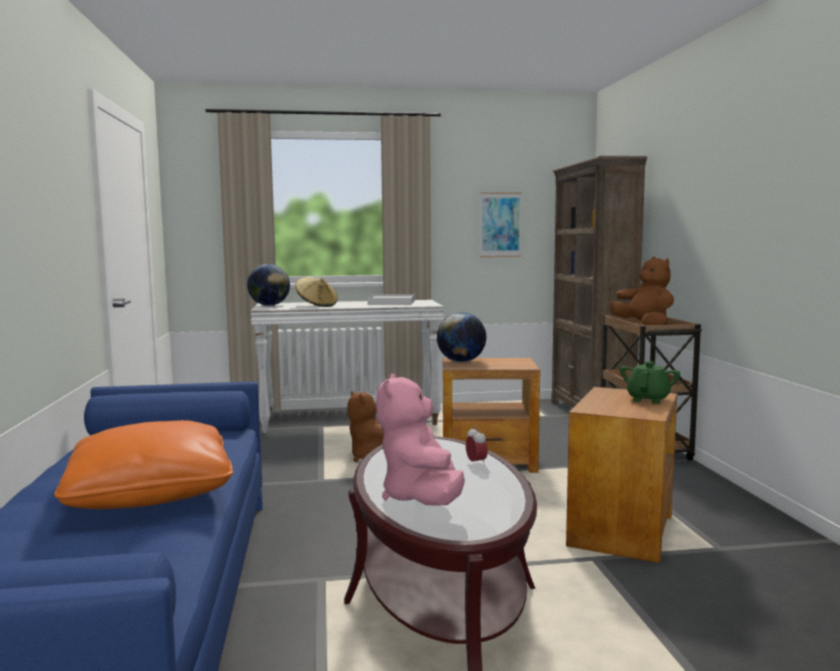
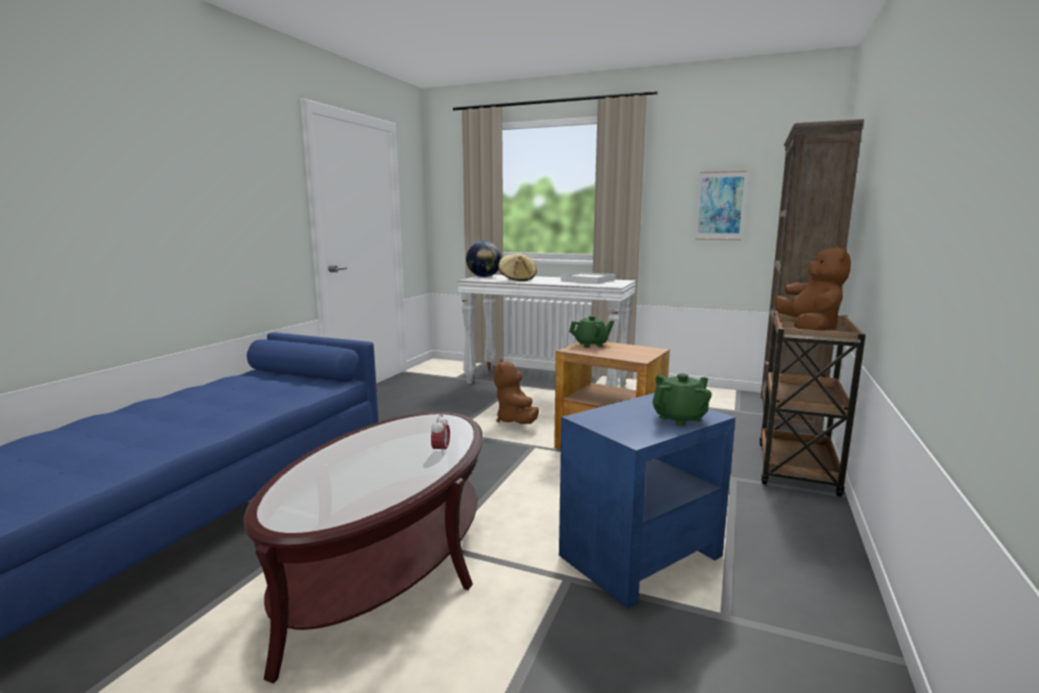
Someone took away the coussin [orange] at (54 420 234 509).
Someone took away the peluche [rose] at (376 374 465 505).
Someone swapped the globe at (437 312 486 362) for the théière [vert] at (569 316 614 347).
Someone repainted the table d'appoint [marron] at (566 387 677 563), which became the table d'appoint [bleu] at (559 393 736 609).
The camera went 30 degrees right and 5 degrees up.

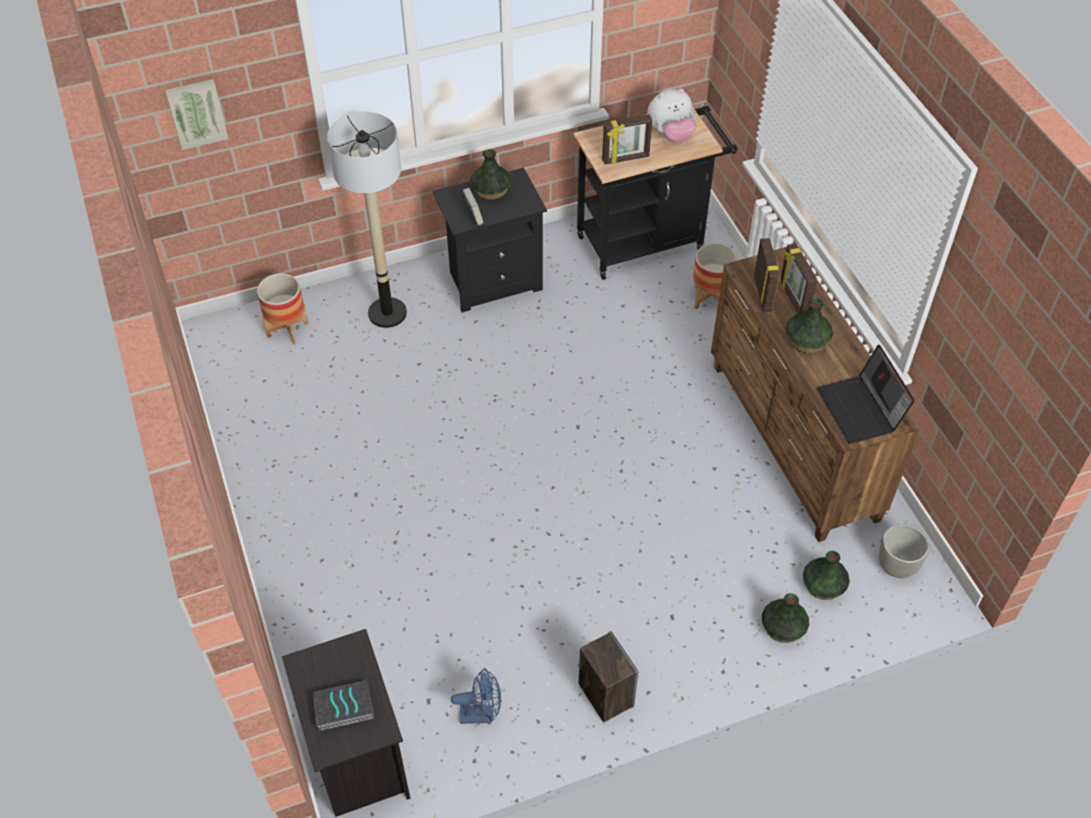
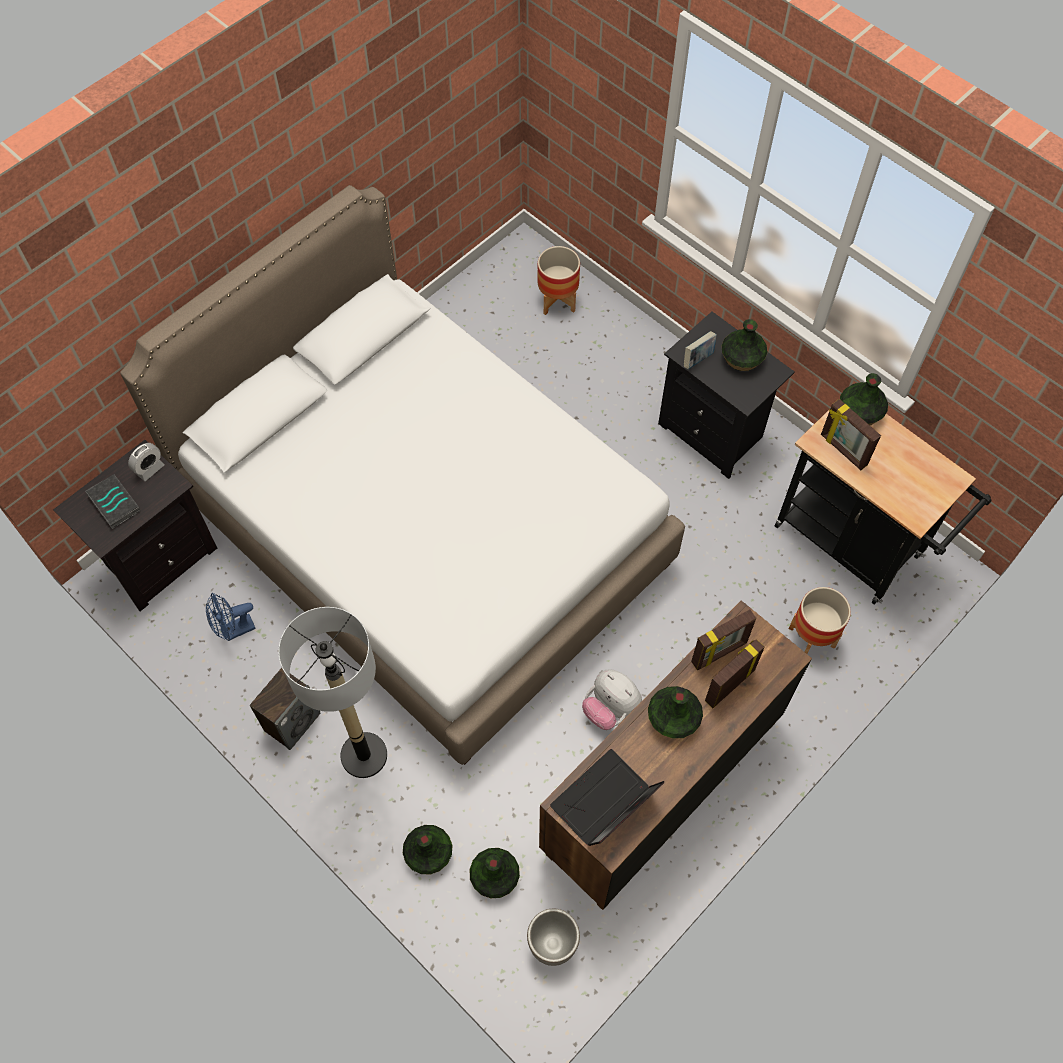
Someone took away the tableau at (165 79 228 150).
Someone put down the lit [blanc] at (120 185 685 765).
Someone put down the réveil at (128 443 164 481).
Someone put down the vase at (840 373 888 426).
Someone carried the lampadaire from (327 112 407 328) to (278 607 387 778).
Someone carried the peluche from (647 89 696 143) to (582 669 642 730).
Someone rotated the ventilateur [bleu] at (451 668 501 724) by 90 degrees clockwise.
The camera went 65 degrees right and 10 degrees up.

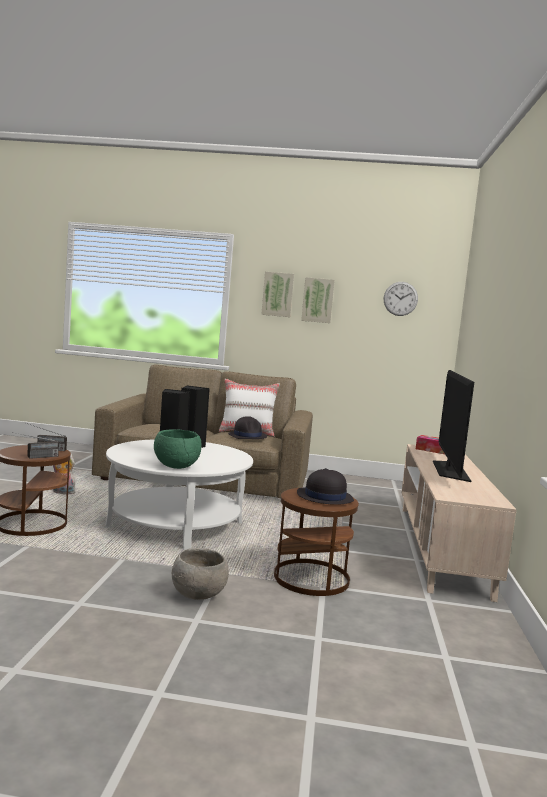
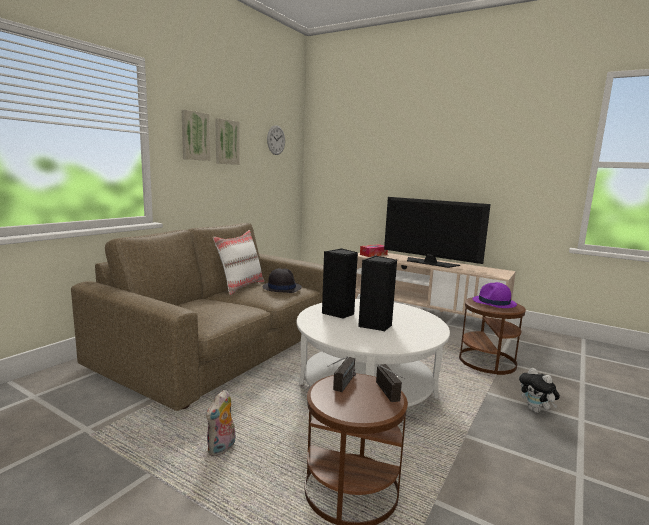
Someone took away the bol [vert] at (154 429 202 469).
Someone swapped the bol [gris] at (172 548 229 600) for the peluche at (519 368 560 413).
Someone repainted the chapeau [noir] at (297 468 354 505), which became the chapeau [violet] at (473 282 517 308).
The camera went 65 degrees left and 5 degrees up.

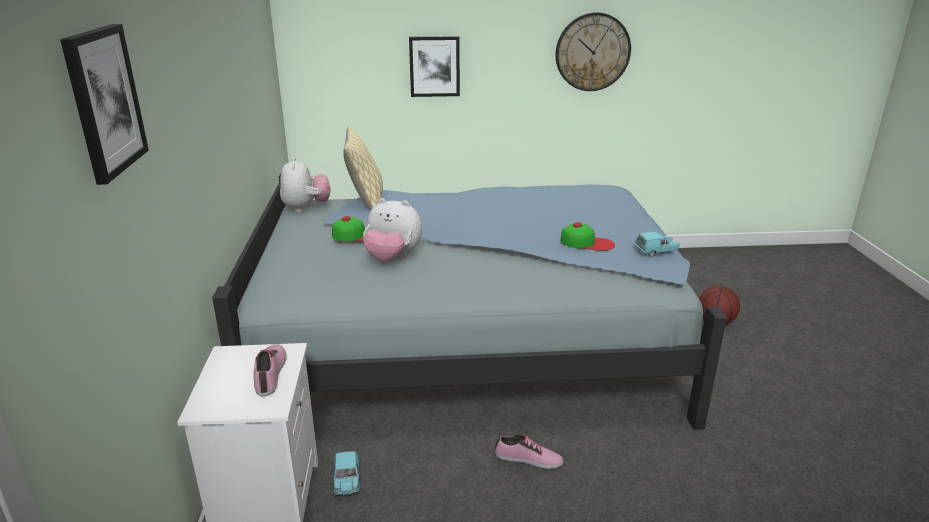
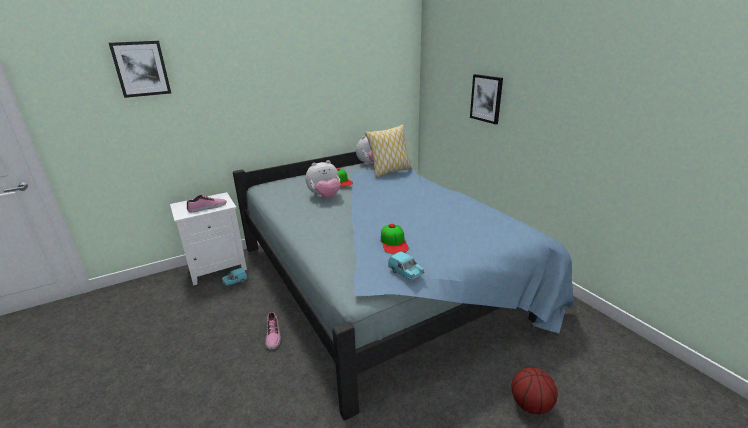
Someone took away the horloge murale at (555 12 631 91).
Someone rotated the peluche at (363 198 422 261) by 105 degrees counterclockwise.
The camera went 65 degrees right and 0 degrees up.

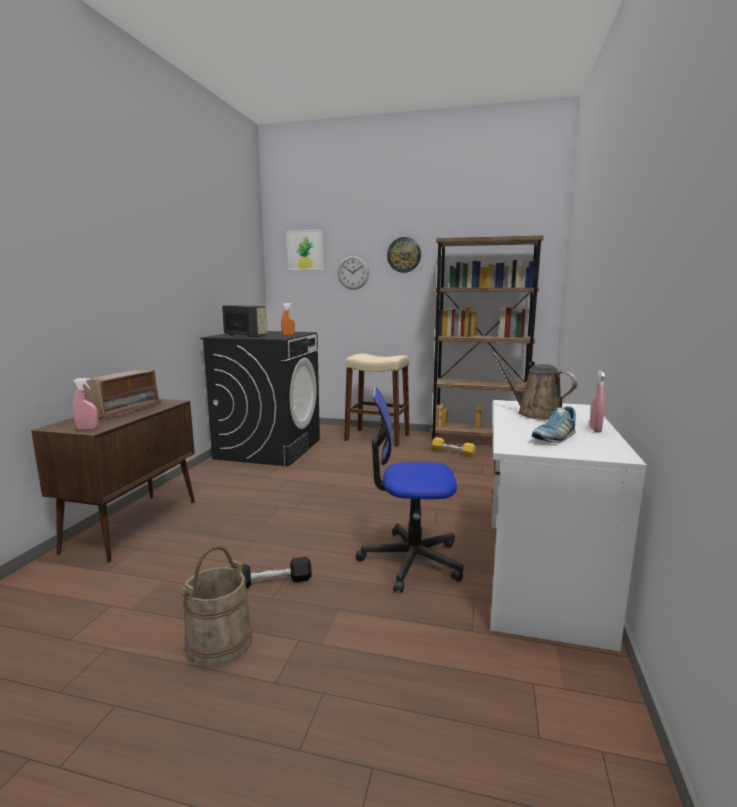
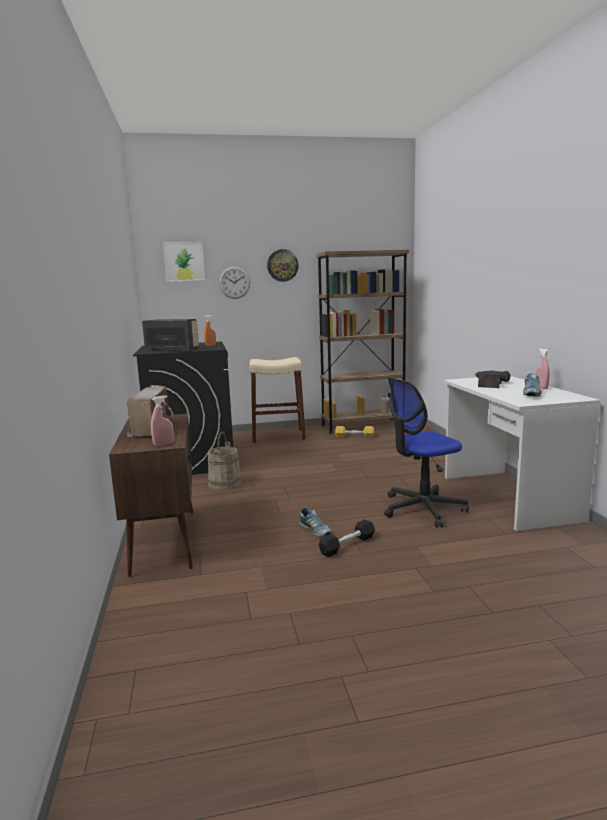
Someone put down the chaussure at (299 507 331 536).
Someone carried the seau [beige] from (182 546 253 667) to (208 432 241 490).
Someone swapped the arrosoir [marron] at (492 352 578 420) for the perceuse at (474 370 510 388).
The camera went 25 degrees left and 0 degrees up.

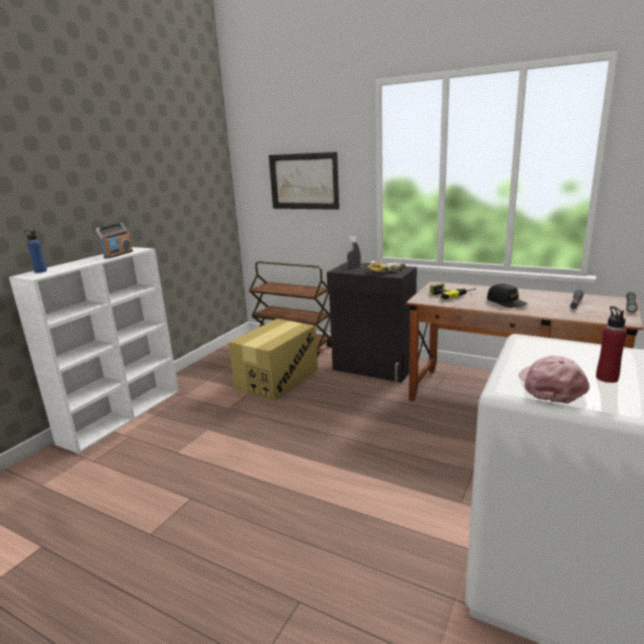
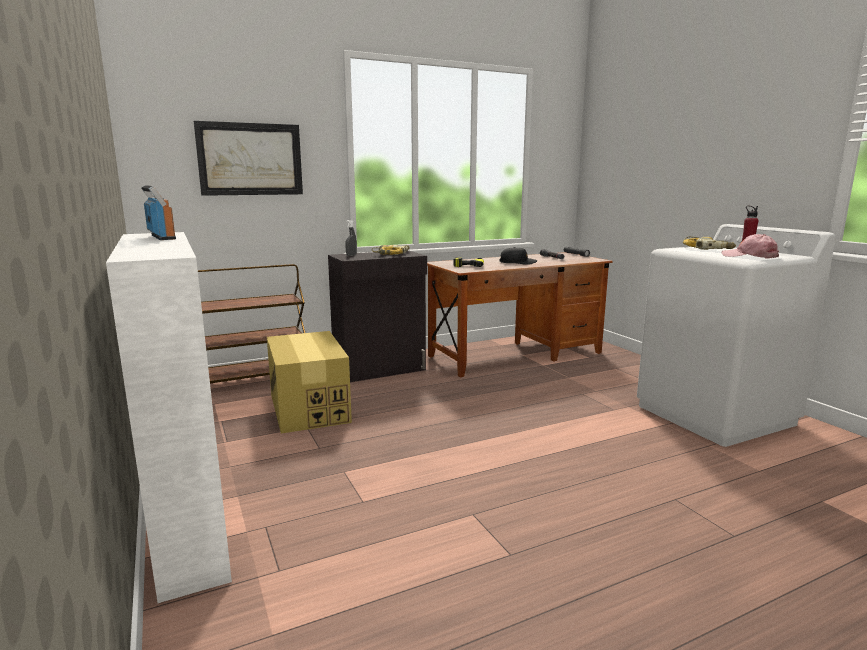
Someone took away the bouteille [bleu] at (24 229 47 273).
Someone put down the perceuse at (683 236 736 250).
The camera went 55 degrees left and 5 degrees down.

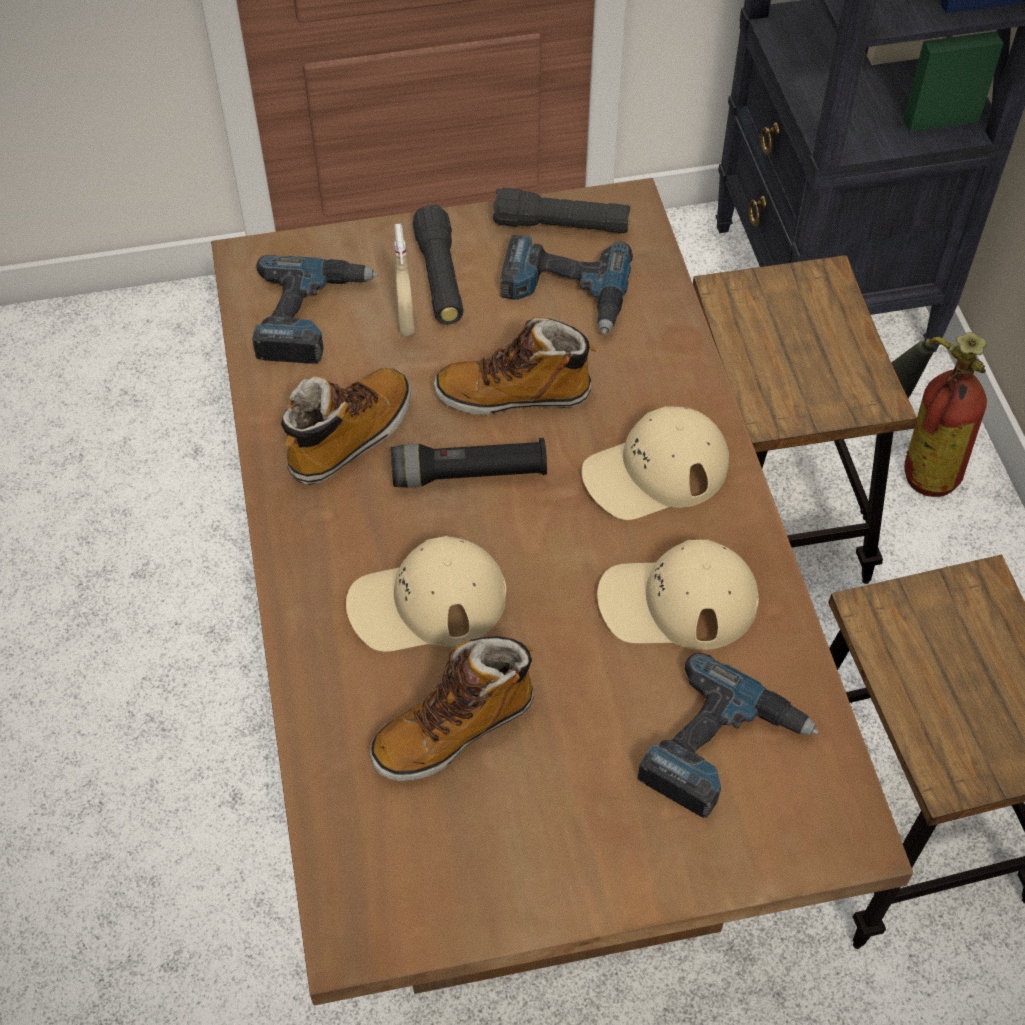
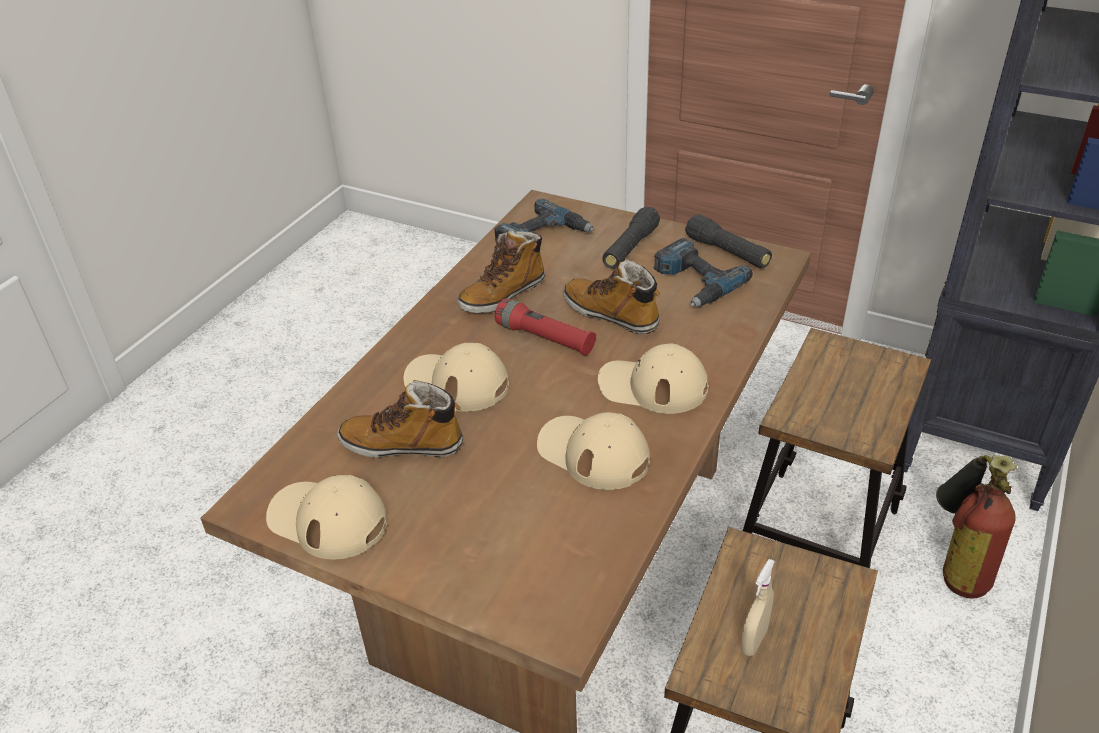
Someone took away the perceuse at (638 653 819 818).
Someone put down the casquette [beige] at (266 475 387 559).
Someone carried the vaporisateur [beige] from (394 224 415 336) to (741 559 775 656).
Someone repainted the lampe de poche [noir] at (391 438 547 488), which became the lampe de poche [rouge] at (495 298 596 356).
Someone rotated the botte at (281 368 411 485) by 150 degrees clockwise.
The camera went 40 degrees right and 15 degrees down.

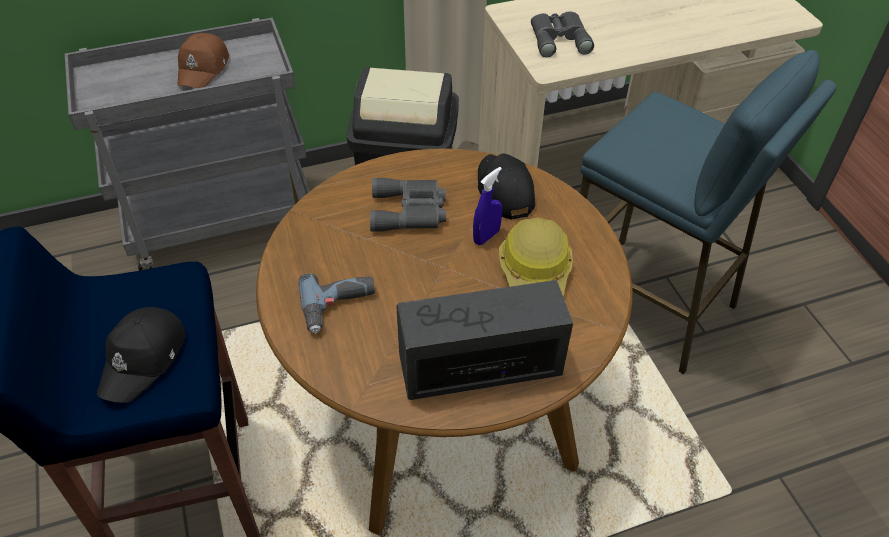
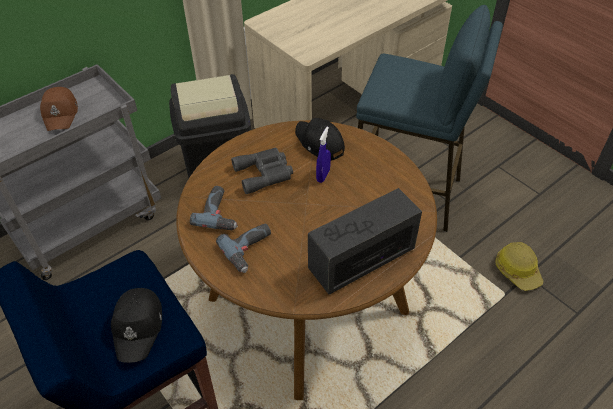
Someone took away the jumelles [gris] at (531 12 594 57).
Someone put down the perceuse at (190 186 238 230).
Someone carried the casque de chantier from (499 217 572 297) to (495 242 543 291).
The camera went 20 degrees left and 0 degrees up.

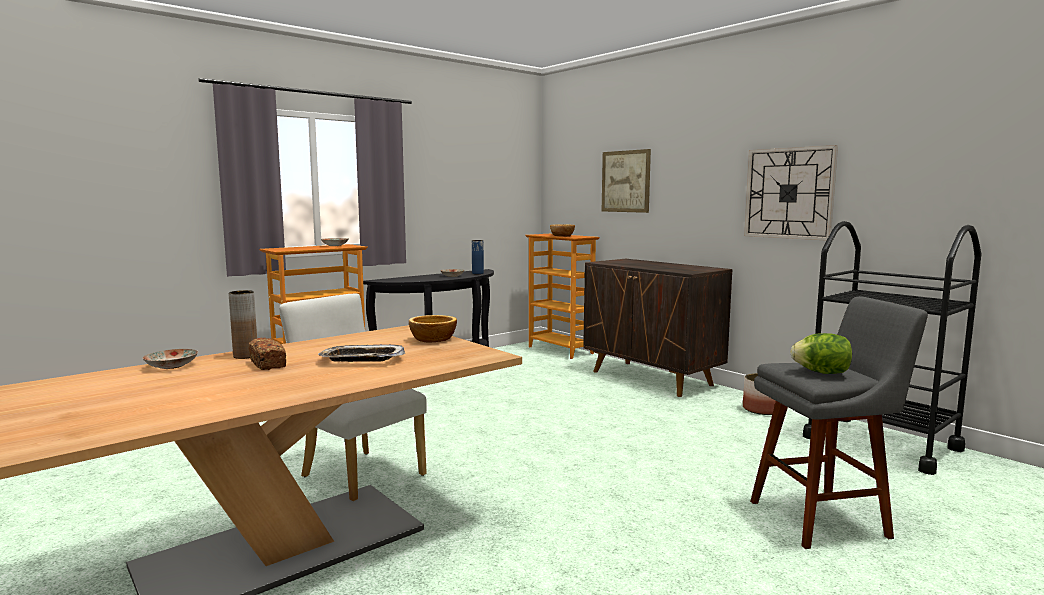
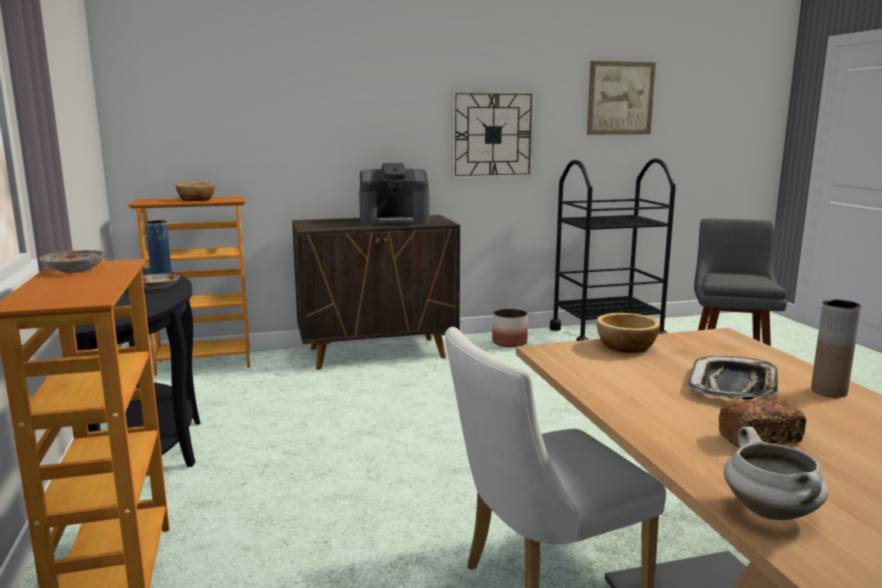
Someone took away the laitue at (790 333 852 374).
Someone put down the machine à café at (359 163 429 225).
Someone carried the vase [marron] from (228 290 257 359) to (811 299 861 398).
Someone carried the tableau from (602 149 651 213) to (587 61 656 135).
Someone swapped the assiette at (142 349 198 369) for the marmite [blanc] at (724 427 829 520).
The camera went 65 degrees left and 5 degrees up.

